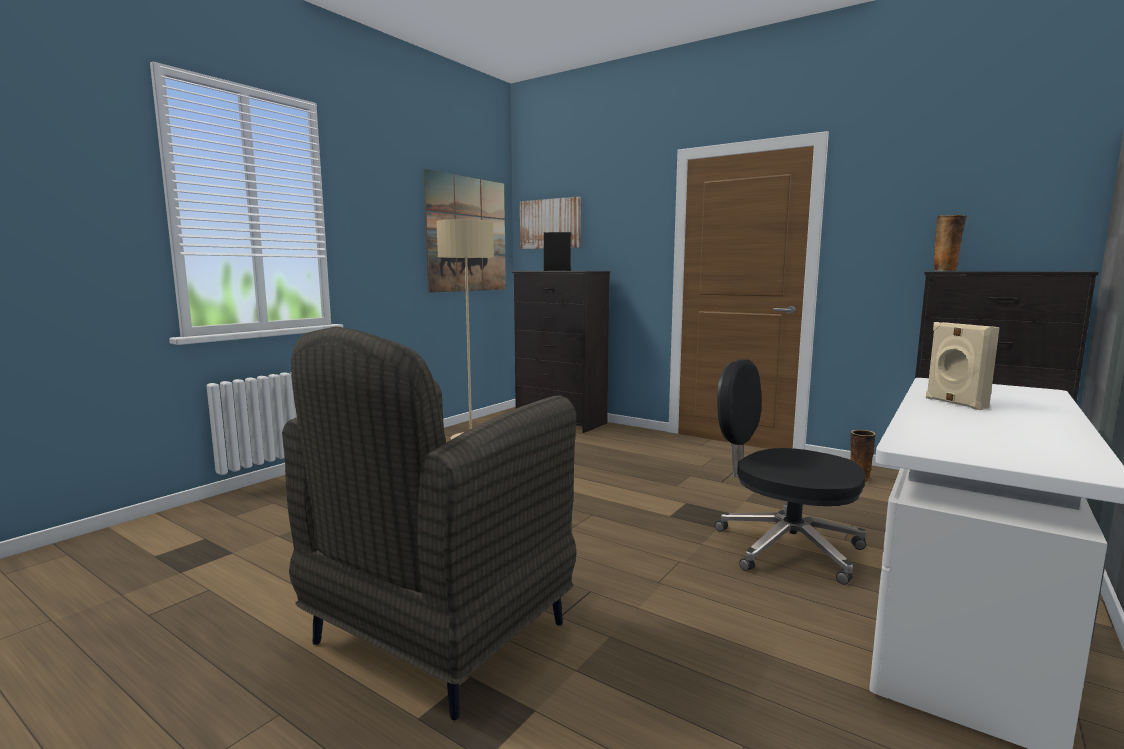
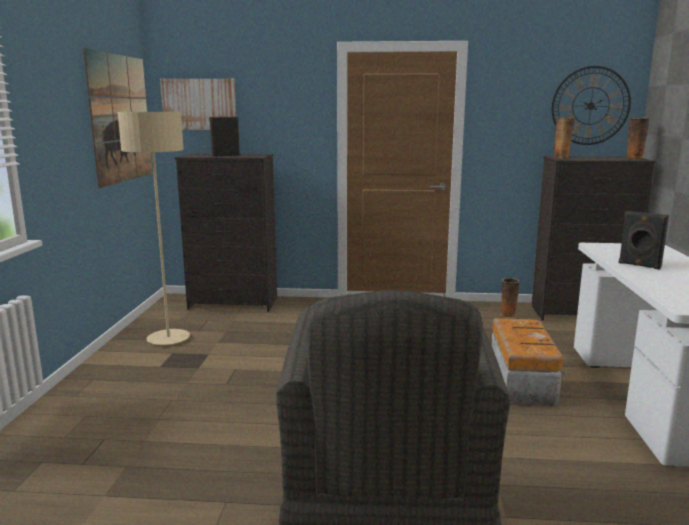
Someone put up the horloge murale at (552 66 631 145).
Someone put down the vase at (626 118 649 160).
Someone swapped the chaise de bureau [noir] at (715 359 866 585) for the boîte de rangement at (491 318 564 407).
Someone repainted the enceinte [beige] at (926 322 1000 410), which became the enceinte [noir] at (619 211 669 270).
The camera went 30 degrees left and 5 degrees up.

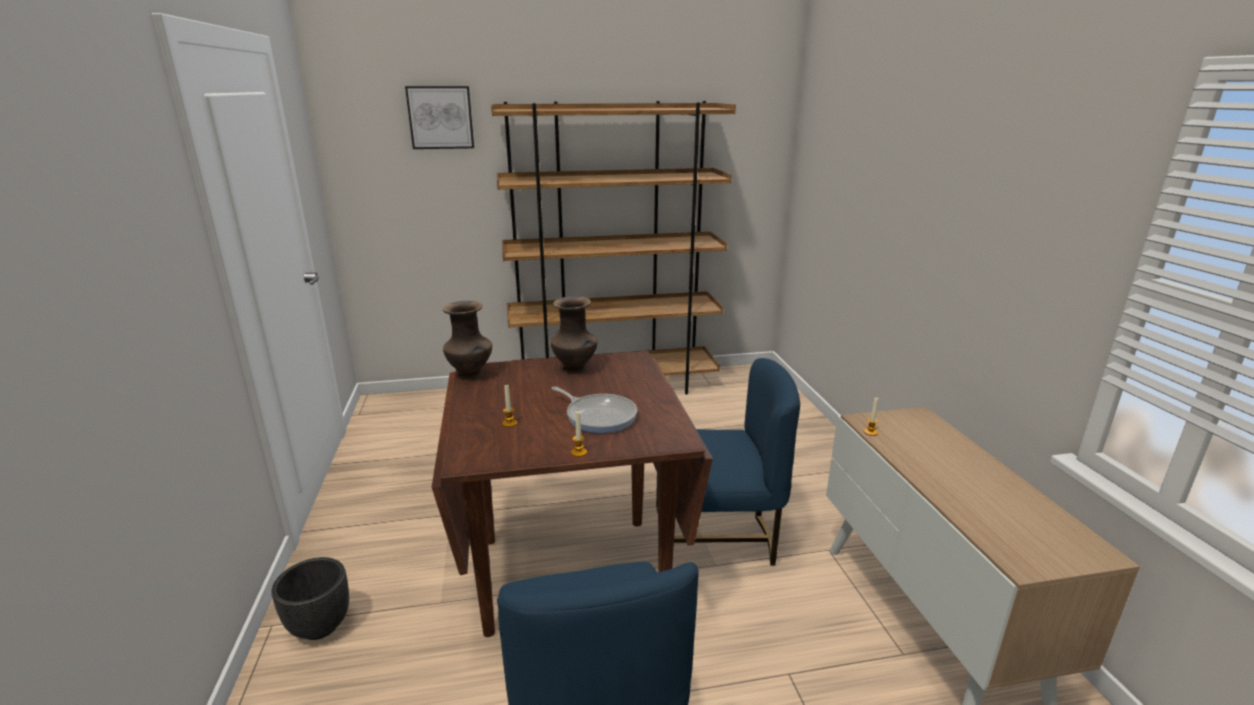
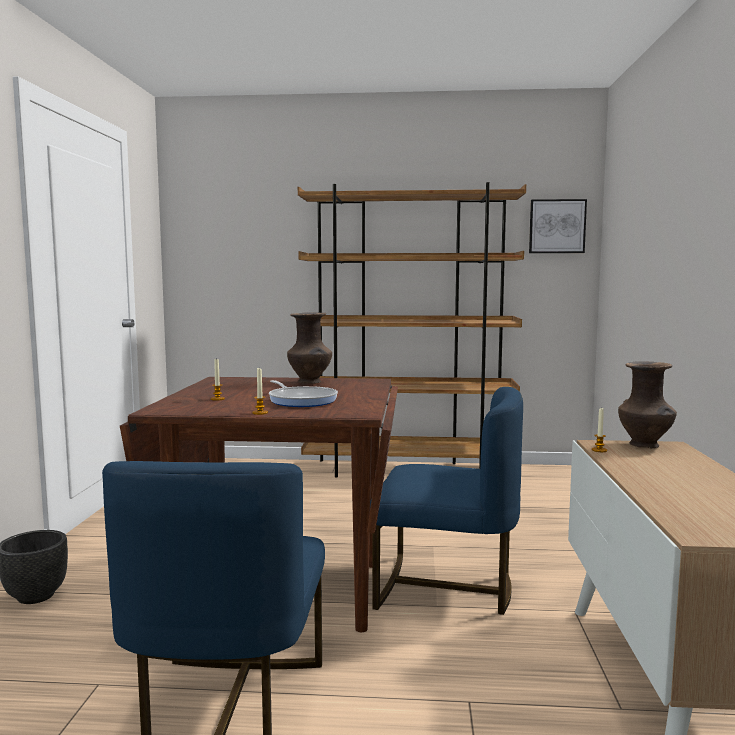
Someone carried the tableau from (405 86 474 149) to (529 199 587 253).
Someone carried the vase [marron] from (443 301 492 379) to (618 361 677 448).
The camera went 15 degrees right and 15 degrees down.

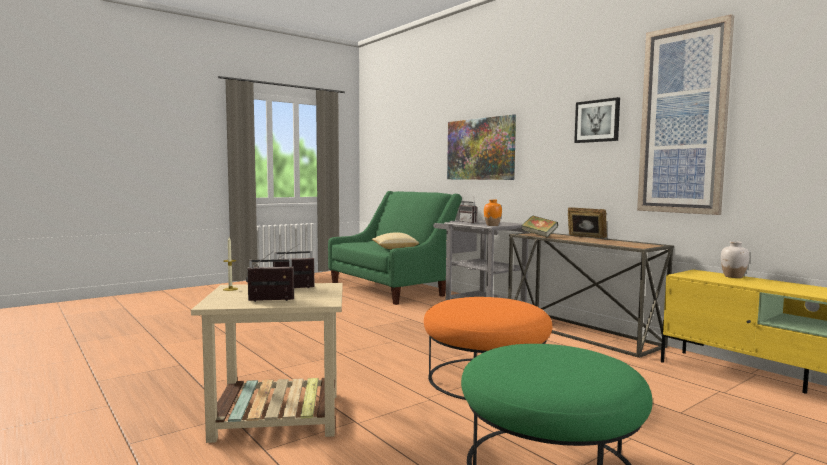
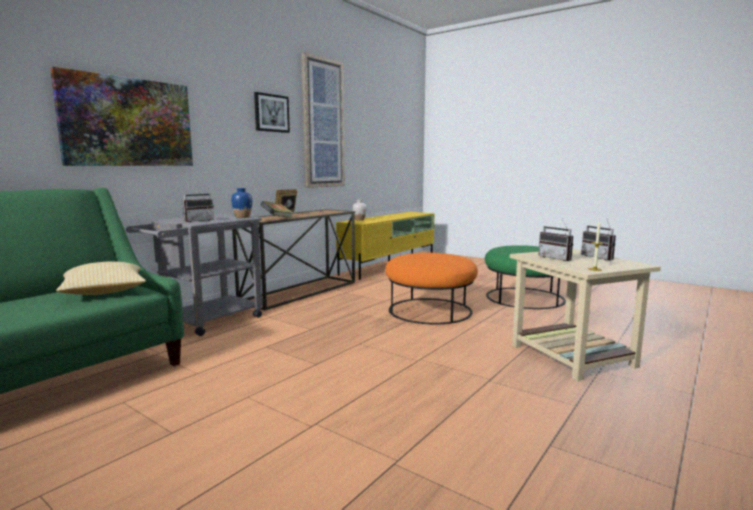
Someone repainted the vase [orange] at (484 199 502 226), which became the vase [bleu] at (231 188 252 218).
The camera went 105 degrees left and 5 degrees up.

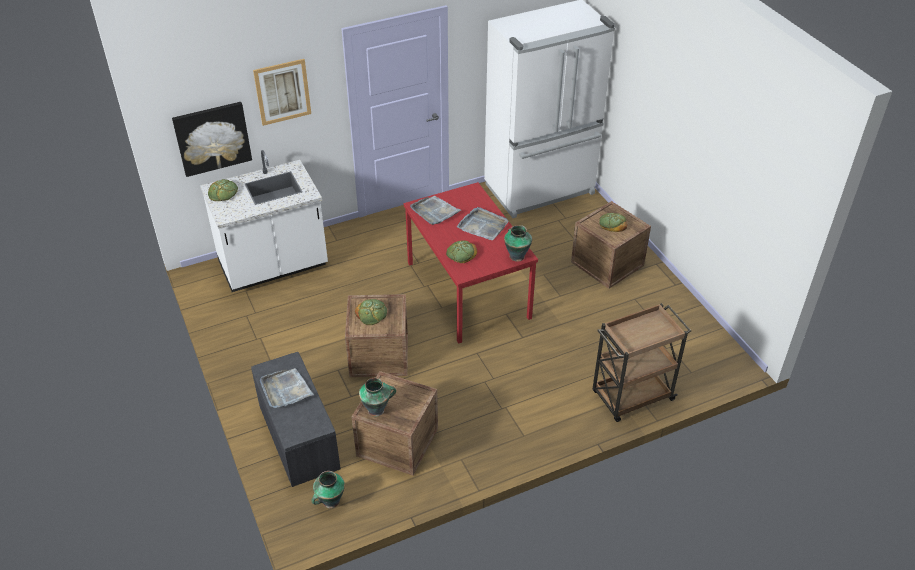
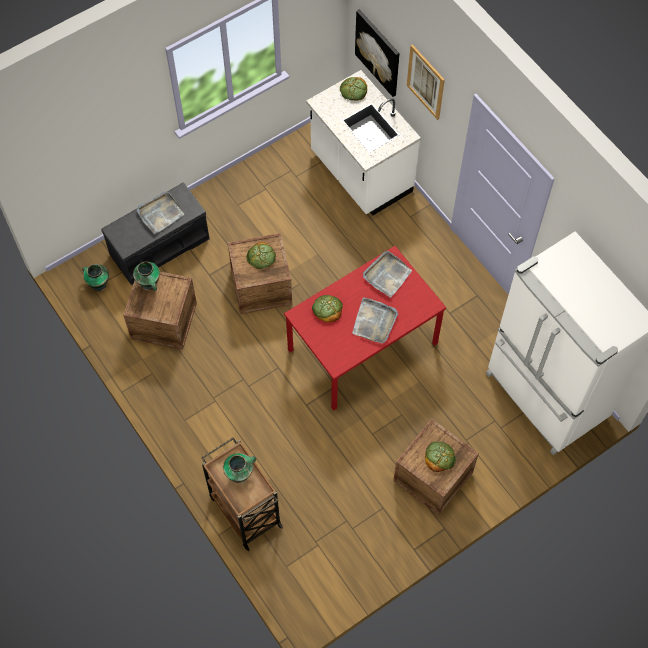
Someone carried the vase from (504 225 532 262) to (223 453 256 483).
The camera went 80 degrees right and 20 degrees up.

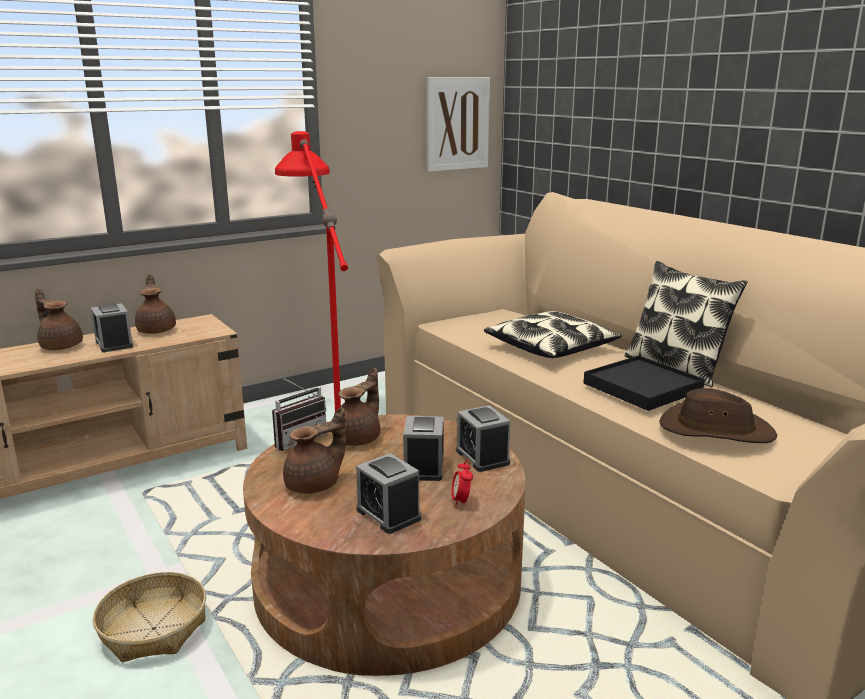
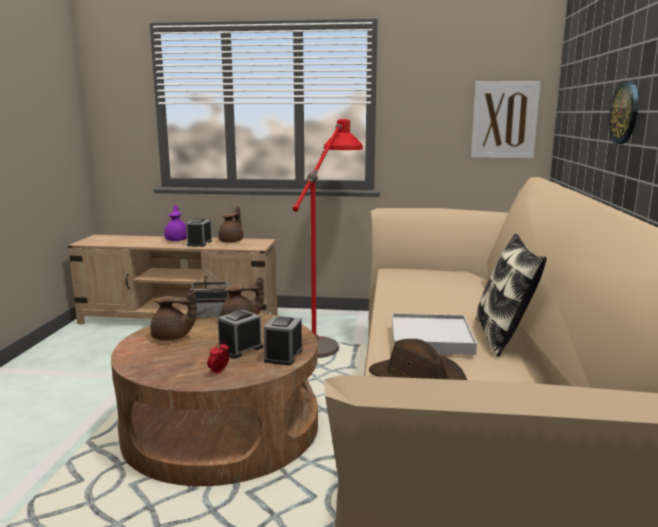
Someone took away the panier at (93 572 206 662).
Someone took away the réveil at (356 453 421 534).
Someone took away the coussin at (484 311 622 358).
Someone put up the horloge murale at (609 80 638 144).
Someone repainted the théière [marron] at (35 288 83 350), which became the théière [violet] at (164 205 187 241).
Someone repainted the plateau [noir] at (584 356 705 411), which became the plateau [blanc] at (392 313 477 355).
The camera went 40 degrees right and 5 degrees down.

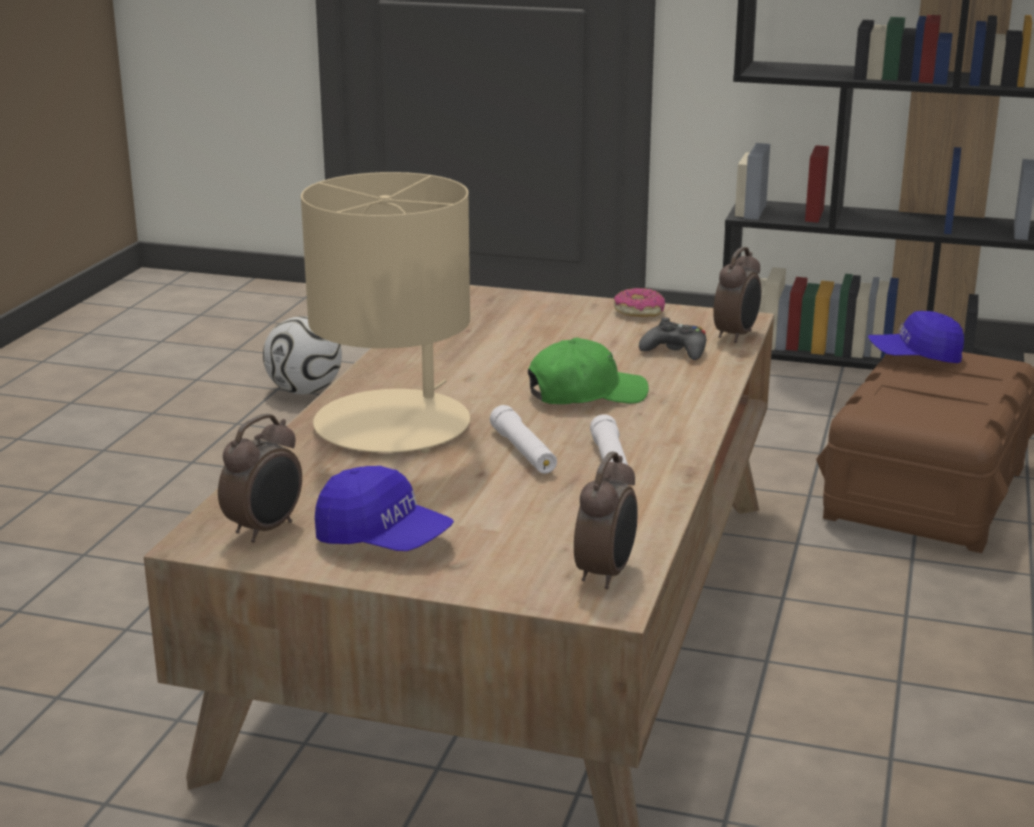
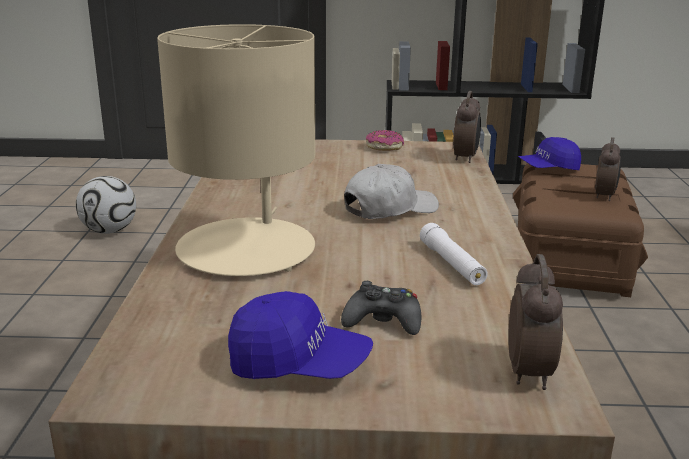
Someone took away the lampe de poche [blanc] at (490 405 557 474).
Someone carried the réveil from (218 414 302 543) to (595 137 621 201).
Someone carried the manette [noir] from (639 317 706 360) to (341 281 421 335).
Someone repainted the casquette [vert] at (528 338 649 404), which became the casquette [blanc] at (344 164 439 219).
The camera went 15 degrees left and 0 degrees up.

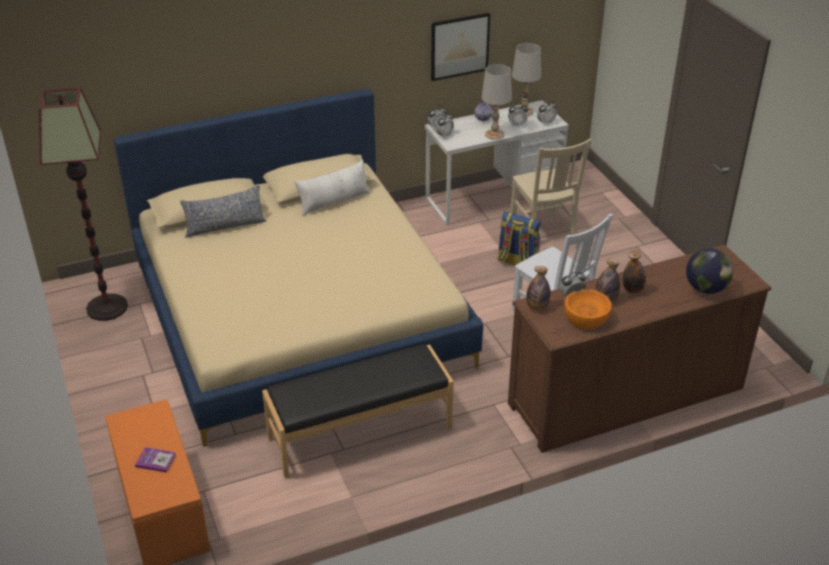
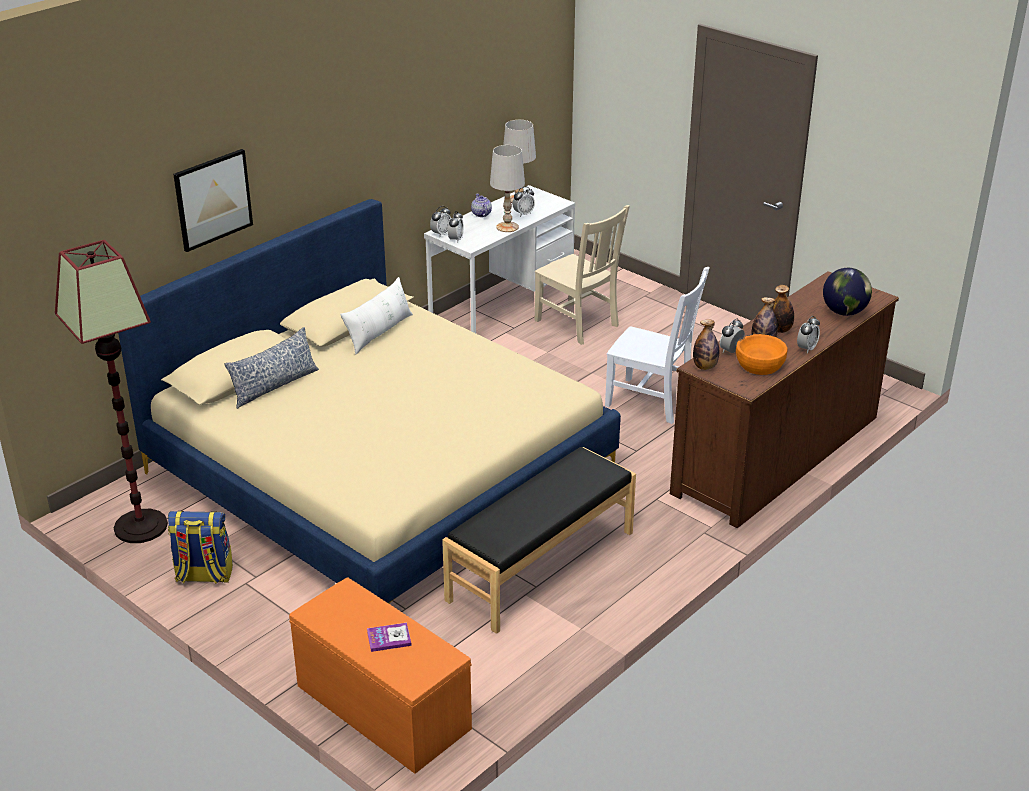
Someone carried the tableau from (431 13 490 81) to (173 149 253 252).
Someone carried the sac à dos from (498 212 541 265) to (168 511 233 584).
Someone carried the réveil from (537 100 557 126) to (797 316 820 353).
The camera went 25 degrees left and 5 degrees down.

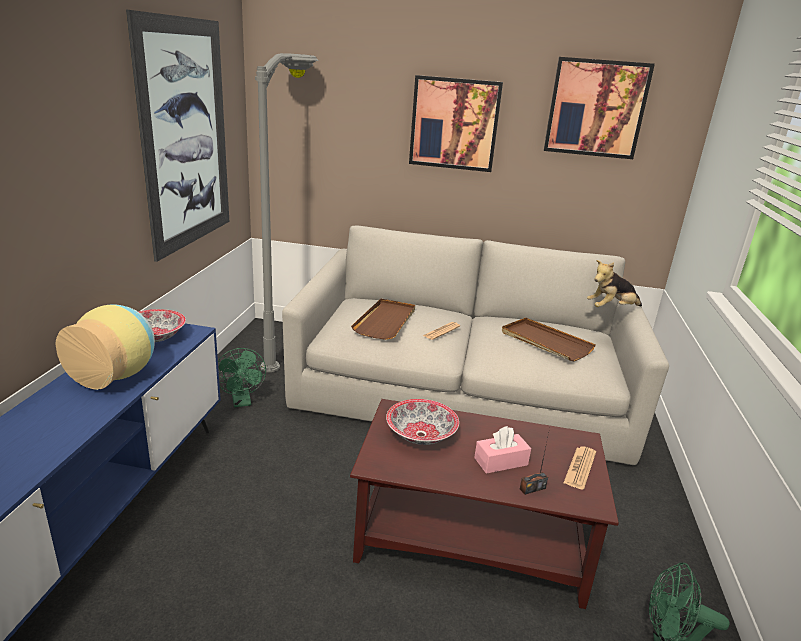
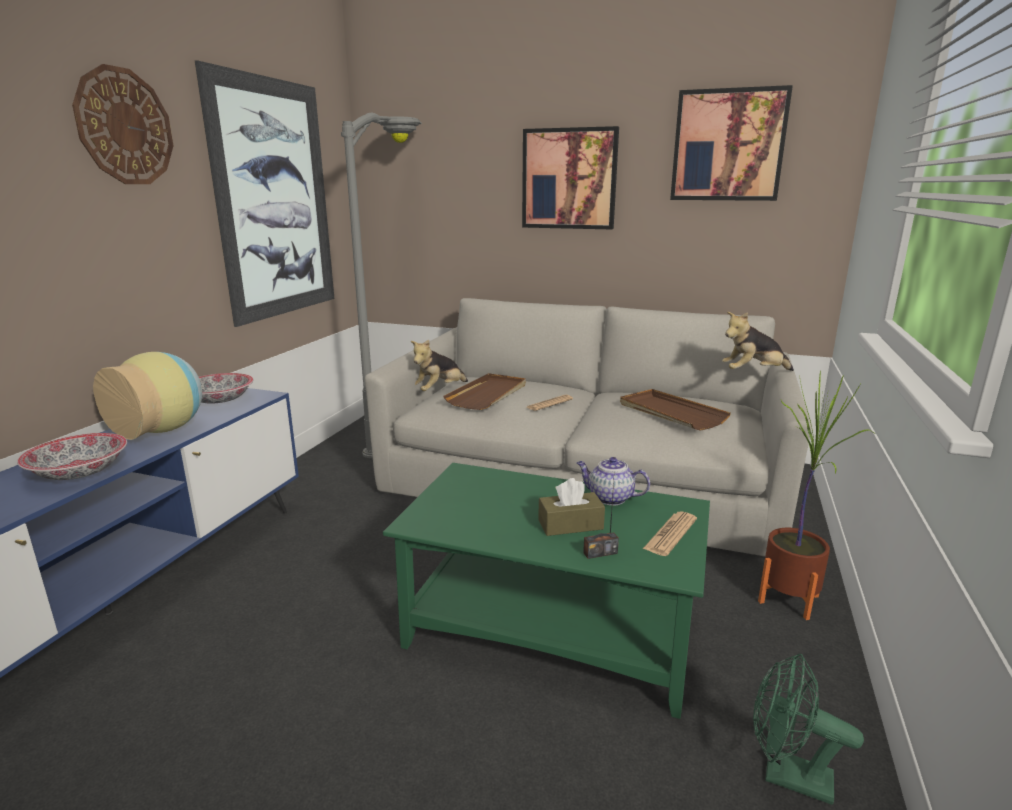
Someone took away the ventilateur [vert] at (218 348 266 407).
Someone put up the horloge murale at (72 64 174 184).
Someone put down the peluche at (411 340 468 391).
Someone put down the théière at (577 457 650 505).
Someone put down the plante en pot at (758 370 876 620).
Someone carried the bol from (386 399 459 445) to (17 433 127 480).
Someone repainted the table basse [marron] at (350 399 619 609), which became the table basse [vert] at (383 463 710 719).
Someone repainted the boîte à mouchoirs [rose] at (474 426 531 474), which became the boîte à mouchoirs [marron] at (538 478 605 536).
The camera went 10 degrees right and 5 degrees down.

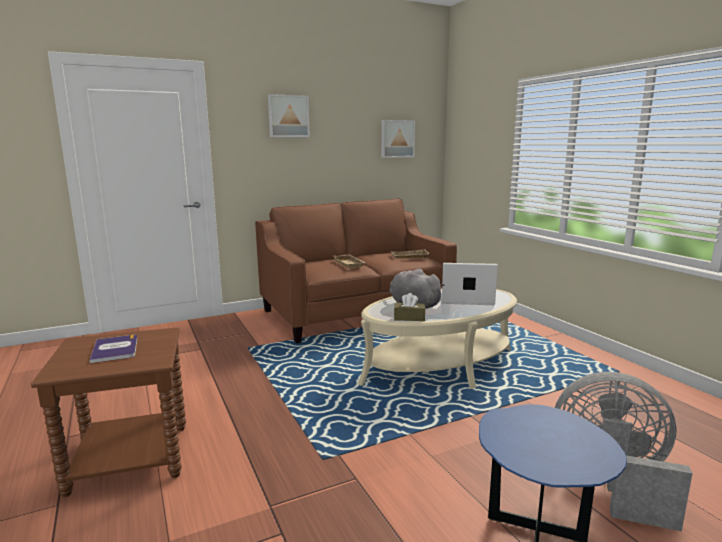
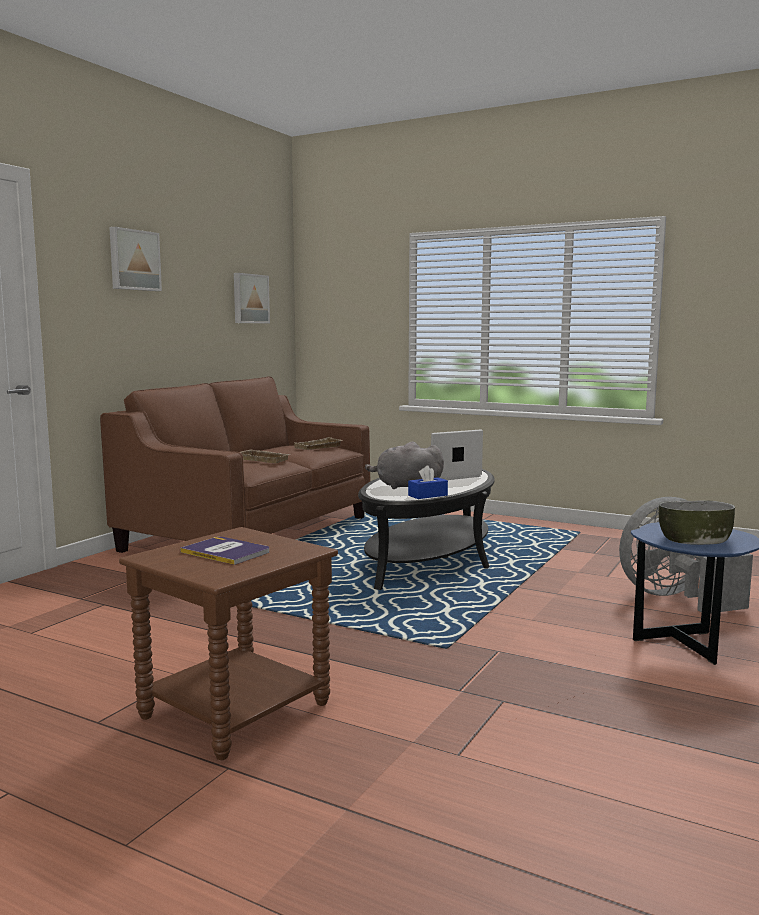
Someone put down the bol at (659 500 735 545).
Someone repainted the table basse [beige] at (358 288 517 389), which became the table basse [noir] at (358 469 495 590).
Someone repainted the boîte à mouchoirs [marron] at (394 293 425 321), which became the boîte à mouchoirs [bleu] at (408 465 448 499).
The camera went 35 degrees left and 5 degrees down.

